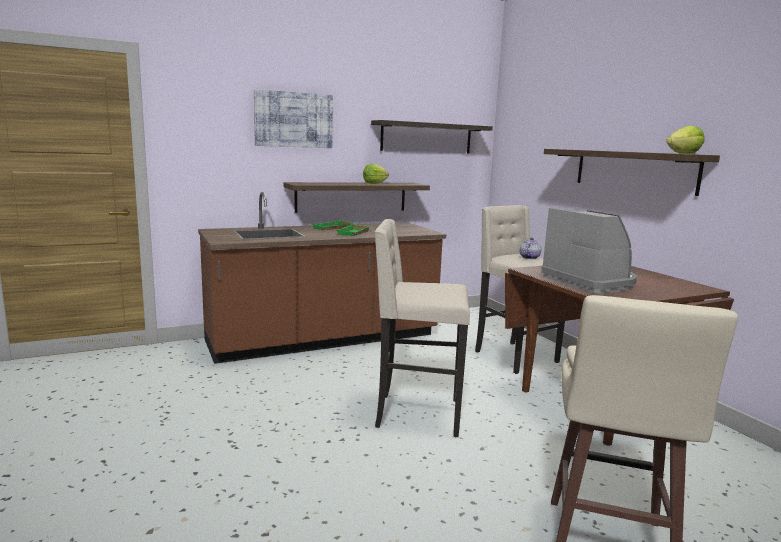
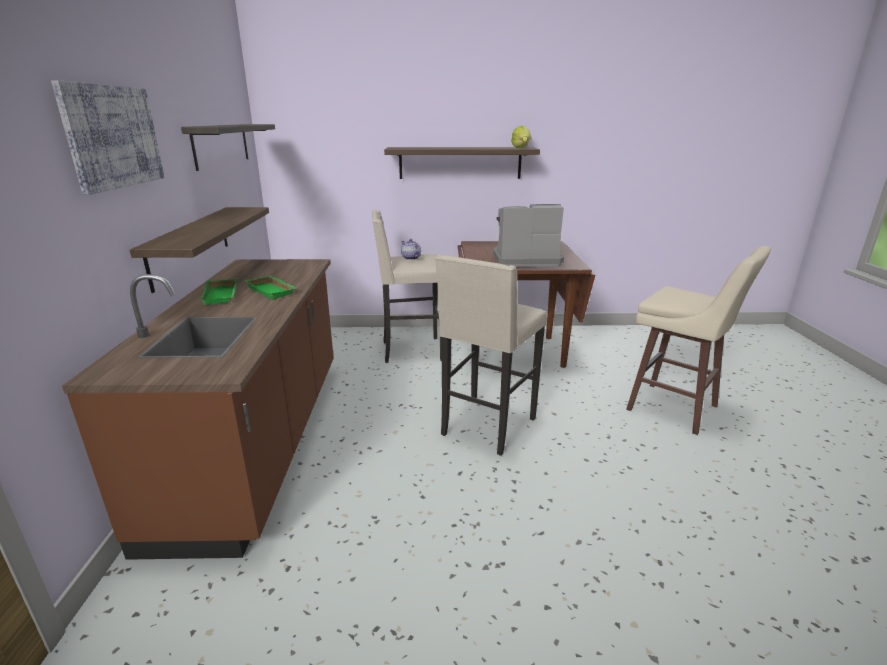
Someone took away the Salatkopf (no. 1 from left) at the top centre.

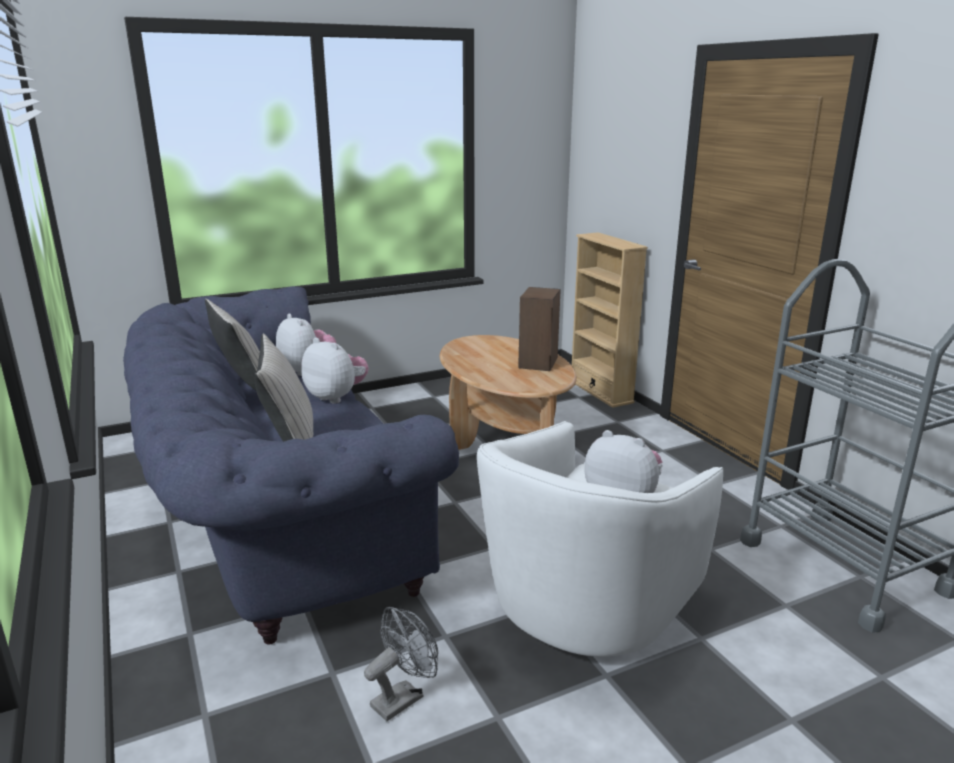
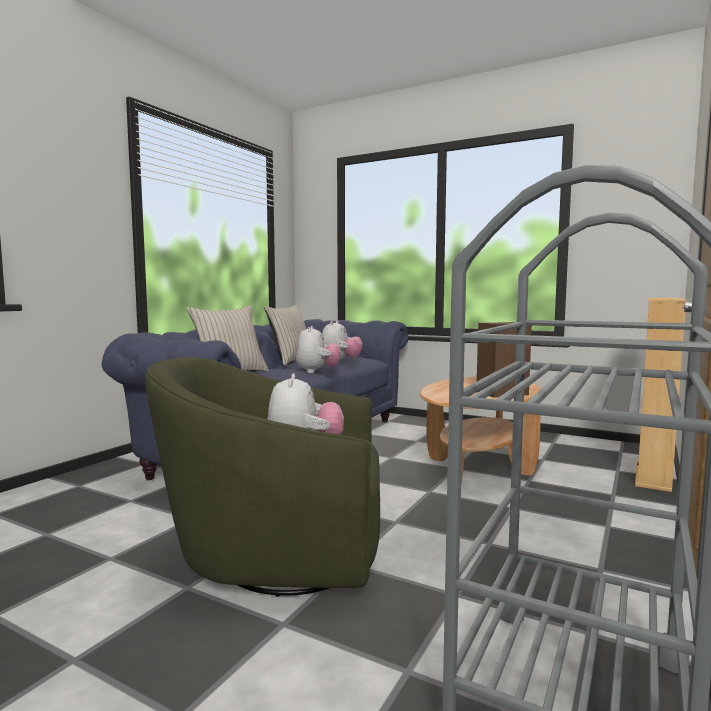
Someone took away the Ventilator (grau) at the bottom centre.
Someone repainted the Sessel (weiß) at the bottom centre, which became the Sessel (grün) at the bottom centre.

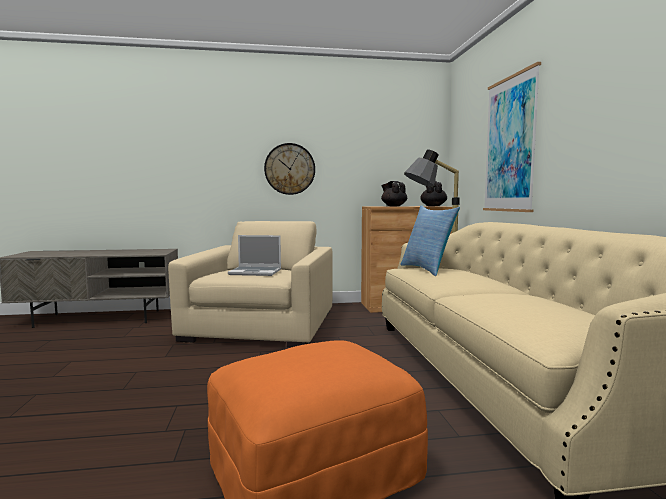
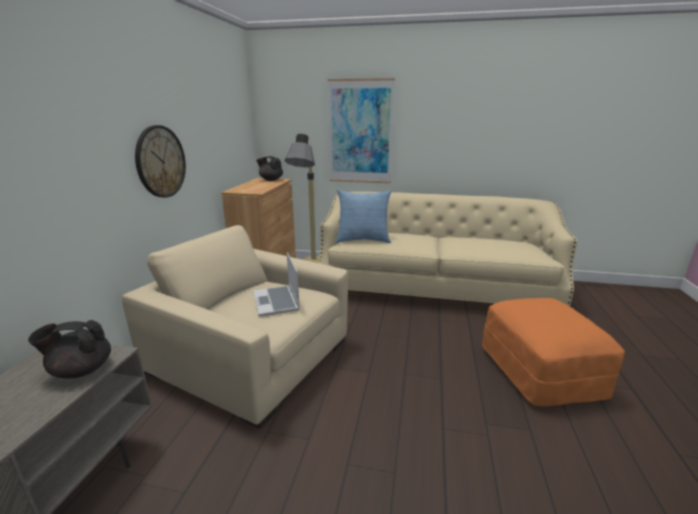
Someone rotated the Laptop at the centre by 135 degrees clockwise.
Someone carried the Teekanne (schwarz) (no. 1 from left) from the centre to the bottom left.

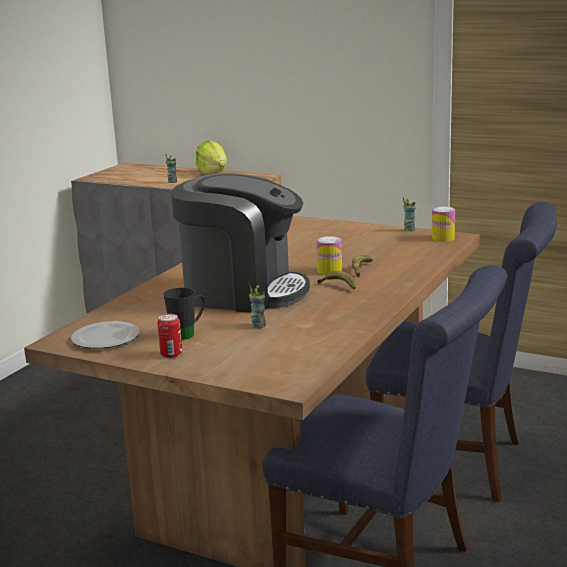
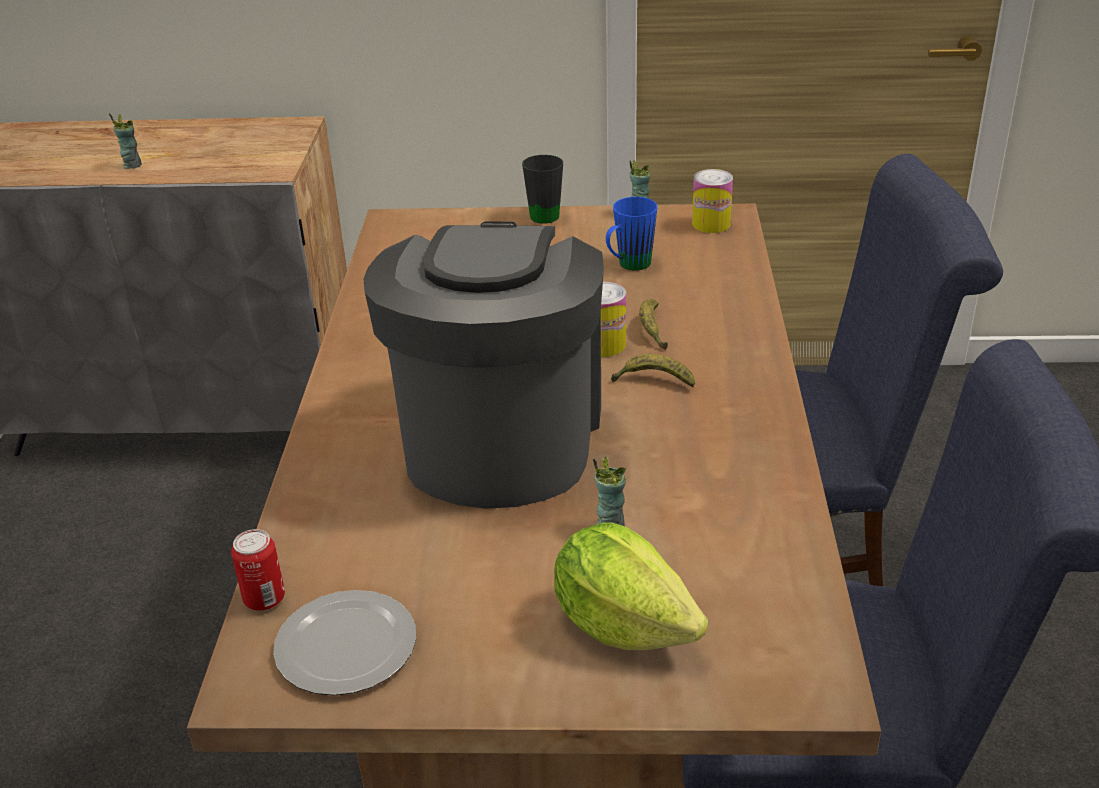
Someone carried the Dose (no. 1 from left) from the middle left to the bottom left.
Someone carried the Henkelbecher (schwarz) from the middle left to the top centre.
Someone rotated the Kaffeemaschine at the centre by 75 degrees counterclockwise.
Someone carried the Salatkopf from the top centre to the bottom centre.
Someone put down the Henkelbecher (blau) at the top centre.

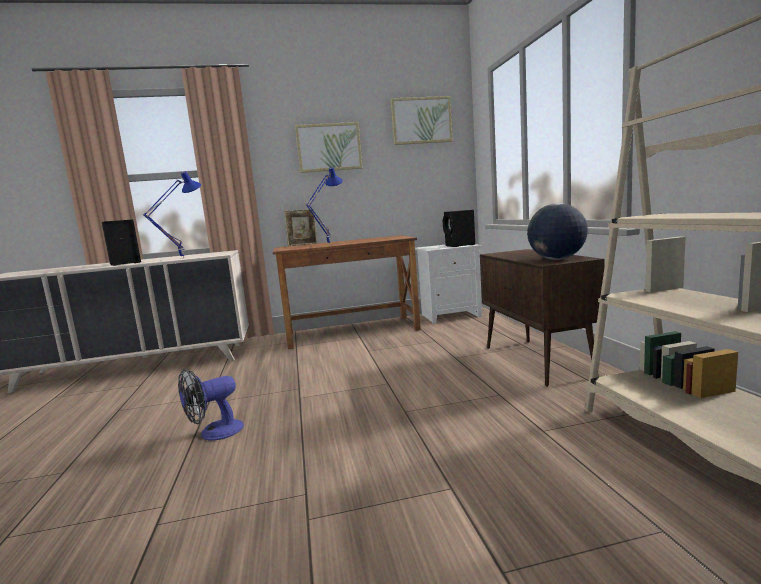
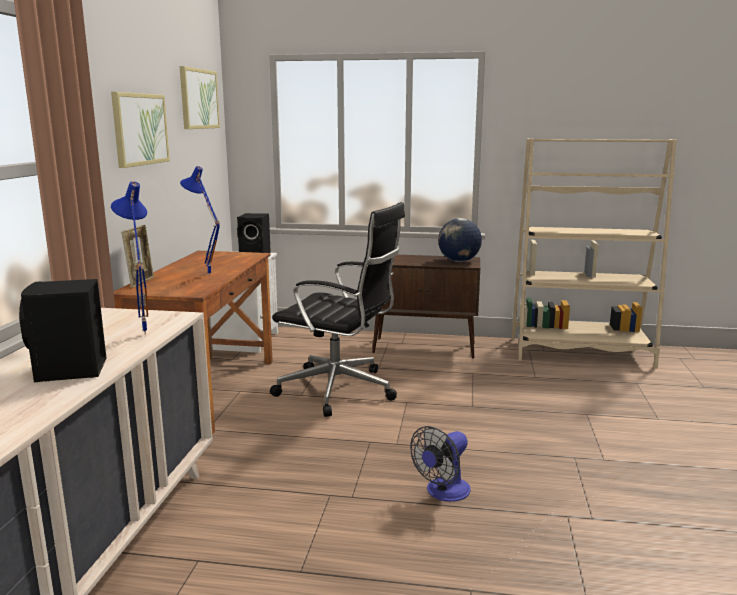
Someone rotated the Ventilator at the bottom left by 60 degrees clockwise.
Someone put down the Bürostuhl (schwarz) at the centre.

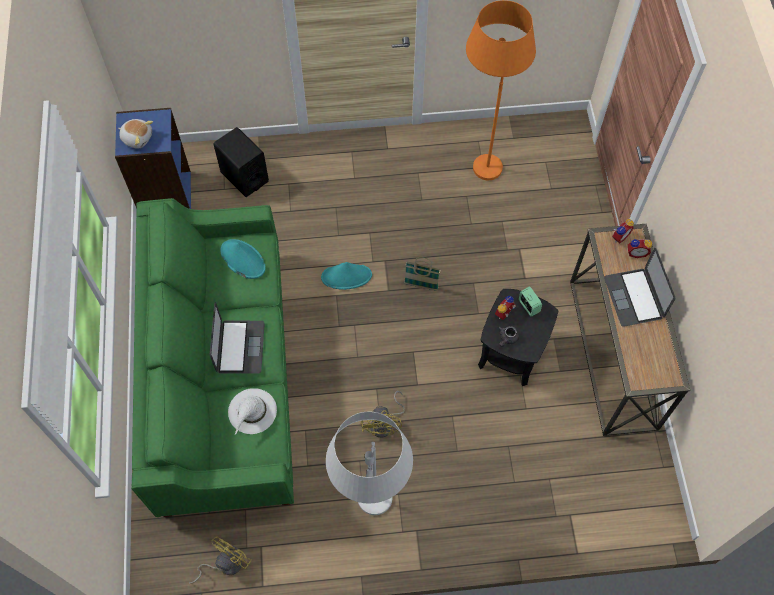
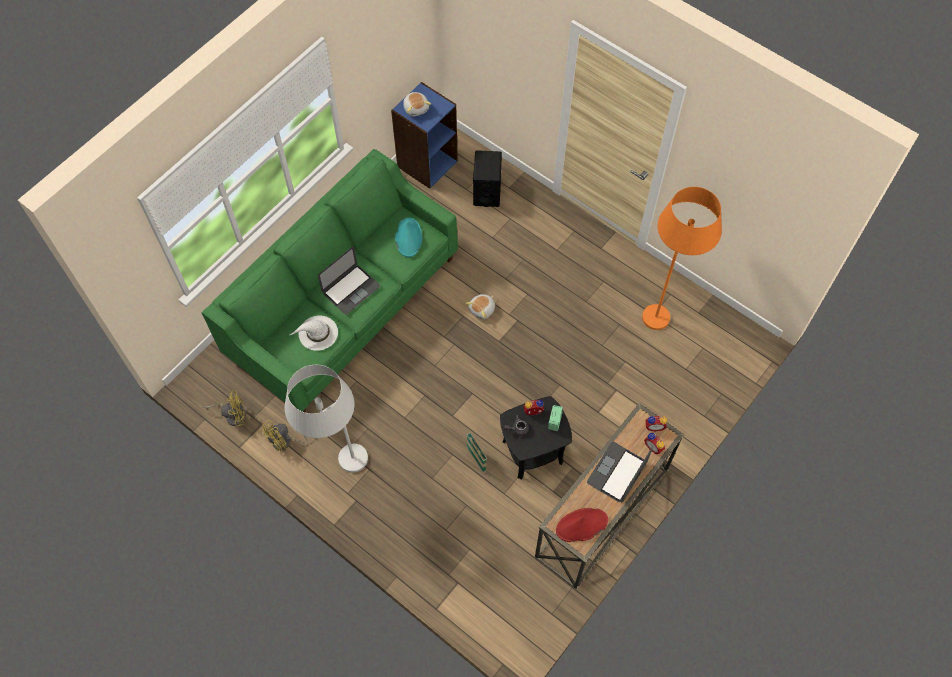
Someone swapped the Hut (türkis) (no. 2 from left) at the centre for the Plüschtier (no. 2 from left) at the centre.
Someone carried the Ventilator (gelb) (no. 2 from left) from the bottom centre to the middle left.
Someone carried the Korb from the centre to the bottom centre.
Someone put down the Hut (rot) at the bottom centre.

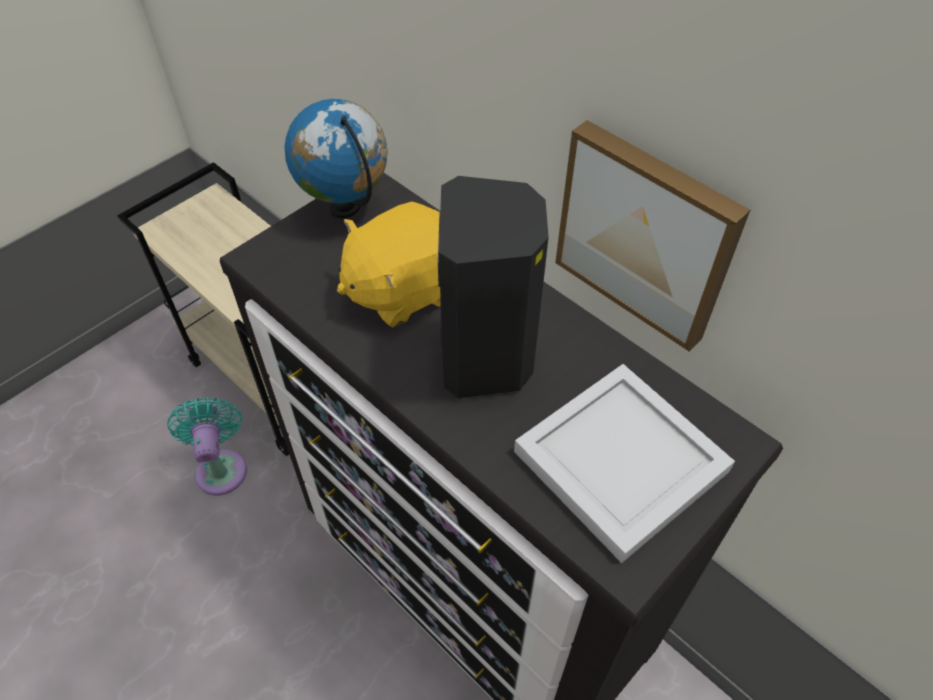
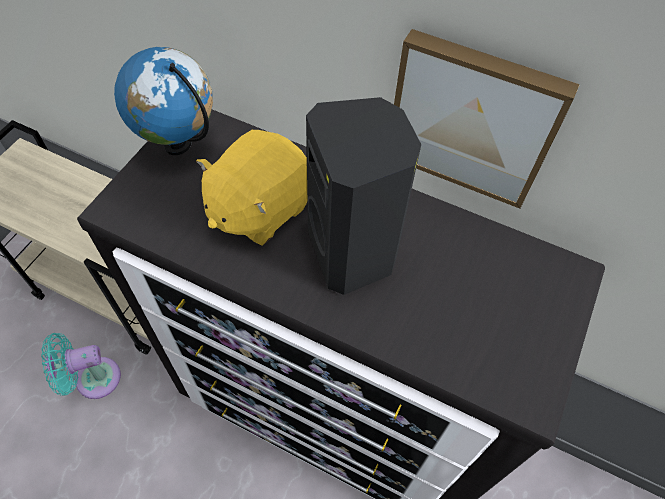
Someone rotated the Ventilator (türkis) at the middle left by 75 degrees counterclockwise.
Someone took away the Tablett (weiß) at the middle right.

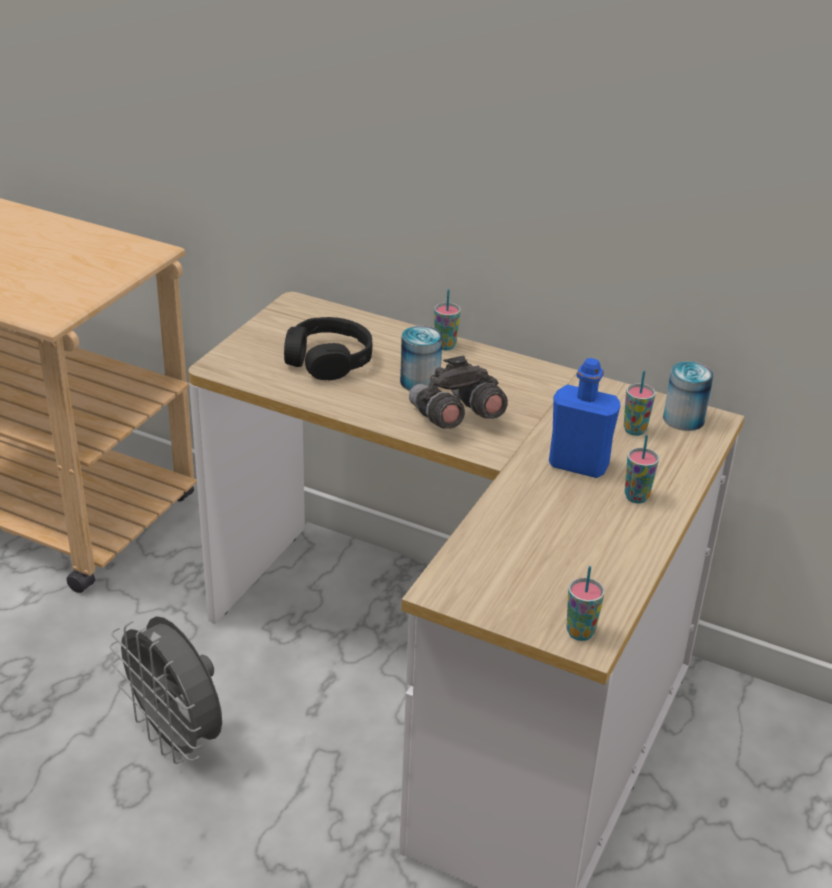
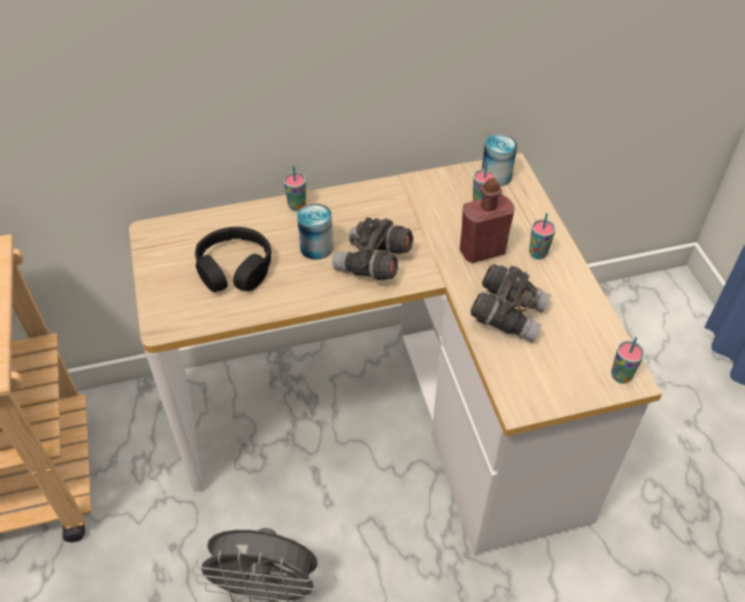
Someone repainted the Flasche (blau) at the middle right, which became the Flasche (rot) at the centre.
Someone put down the Fernglas (grau) (no. 2 from left) at the middle right.

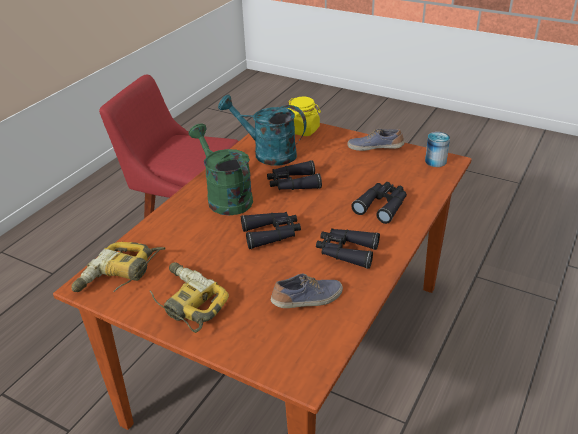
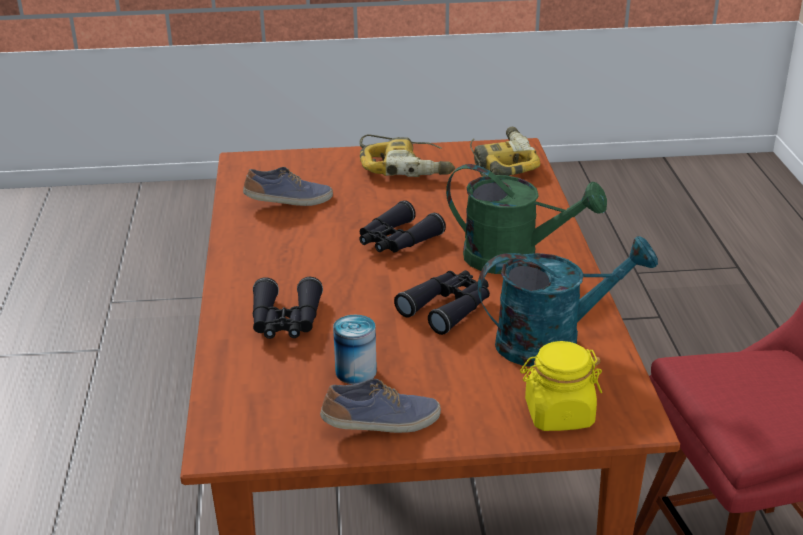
Someone rotated the Schuh (no. 1 from left) at the bottom centre by 135 degrees counterclockwise.
Someone took away the Fernglas (schwarz) (no. 3 from left) at the centre.
Someone carried the Dose from the middle right to the centre.

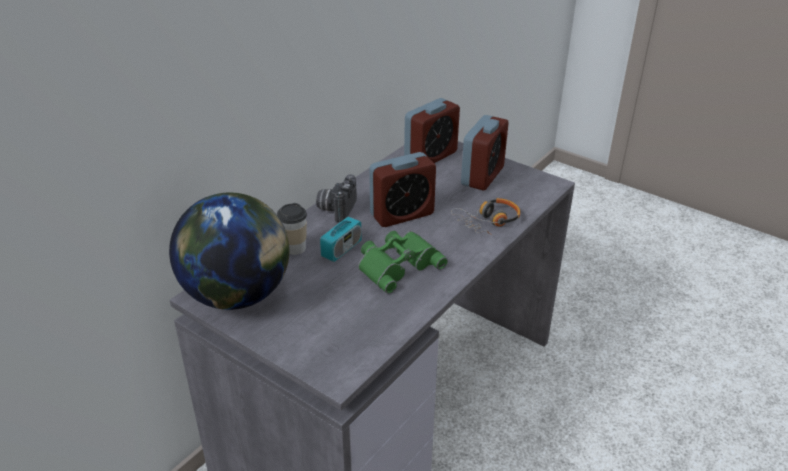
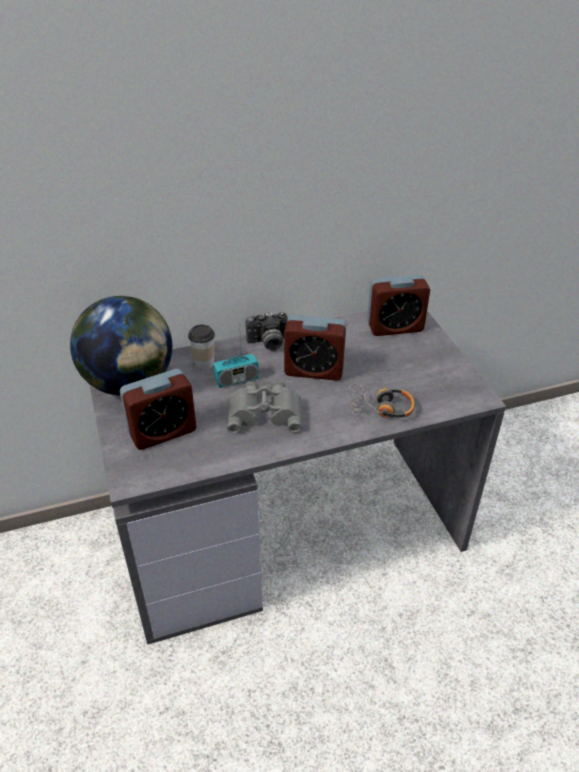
Someone rotated the Kamera at the centre by 150 degrees counterclockwise.
Someone repainted the Fernglas (grün) at the centre, which became the Fernglas (grau) at the centre.
Someone carried the Wecker (no. 3 from left in the first image) from the top centre to the middle left.

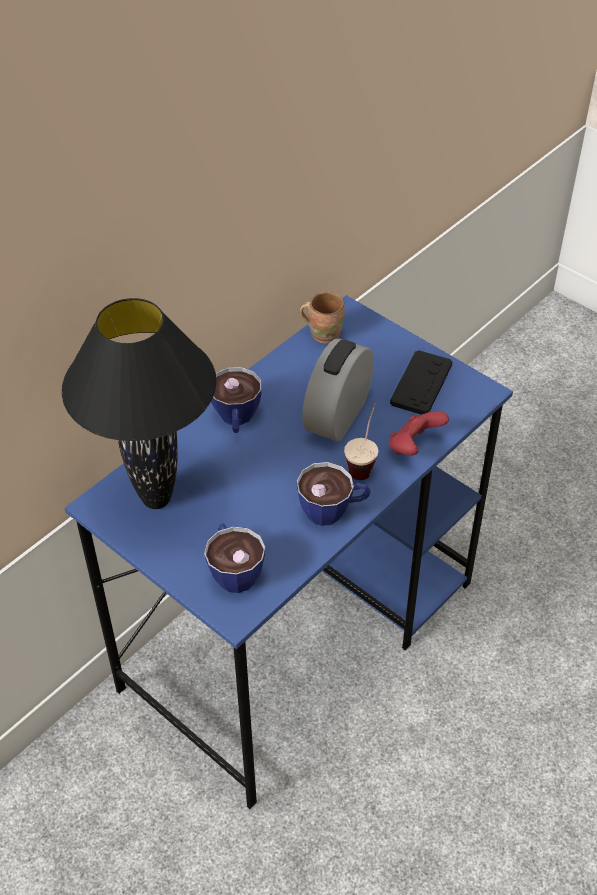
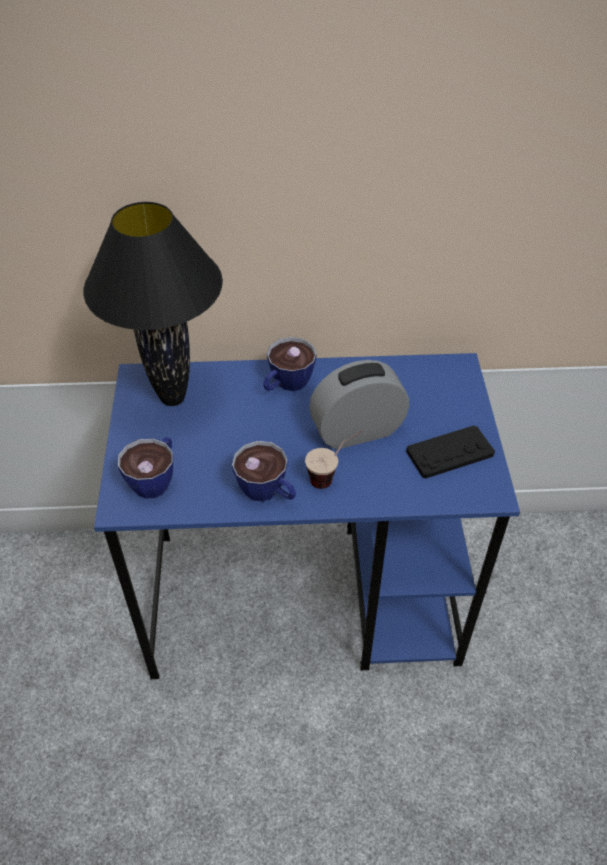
Someone took away the Henkelbecher (braun) at the centre.
Someone took away the Gamepad (rot) at the middle right.

